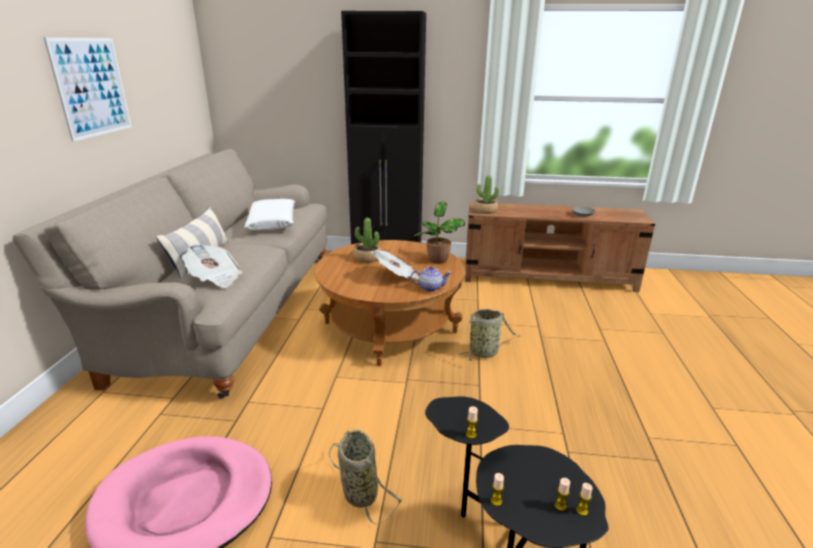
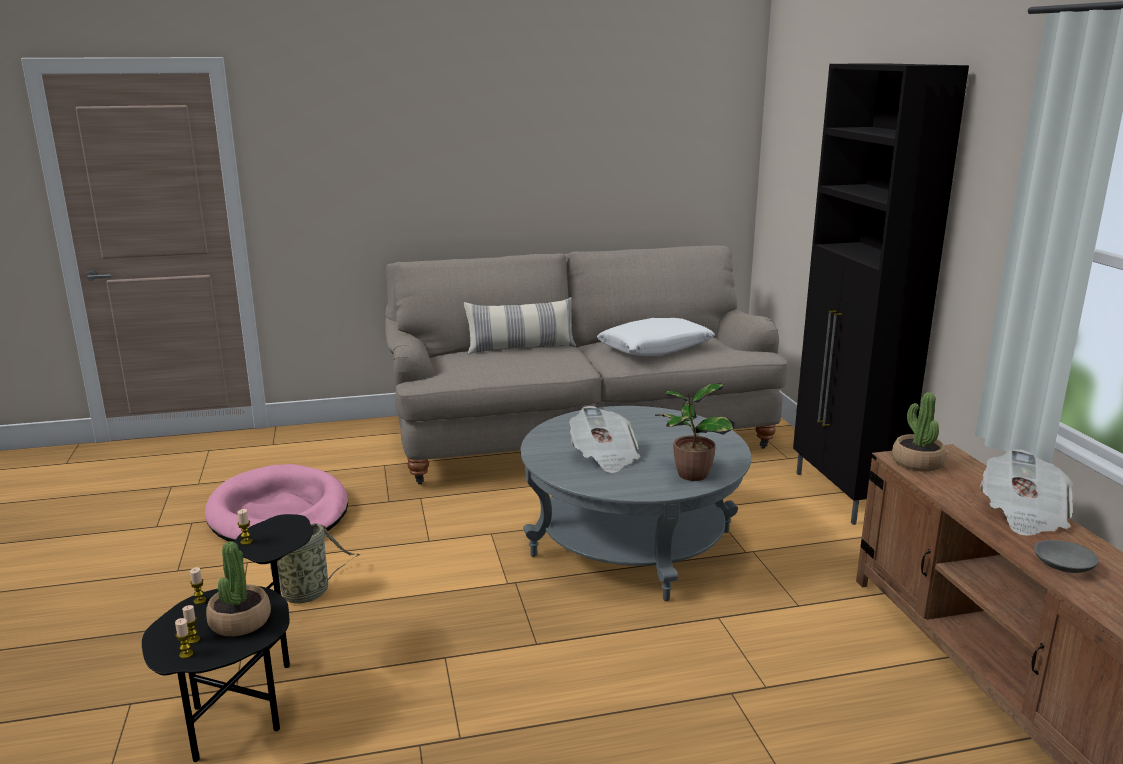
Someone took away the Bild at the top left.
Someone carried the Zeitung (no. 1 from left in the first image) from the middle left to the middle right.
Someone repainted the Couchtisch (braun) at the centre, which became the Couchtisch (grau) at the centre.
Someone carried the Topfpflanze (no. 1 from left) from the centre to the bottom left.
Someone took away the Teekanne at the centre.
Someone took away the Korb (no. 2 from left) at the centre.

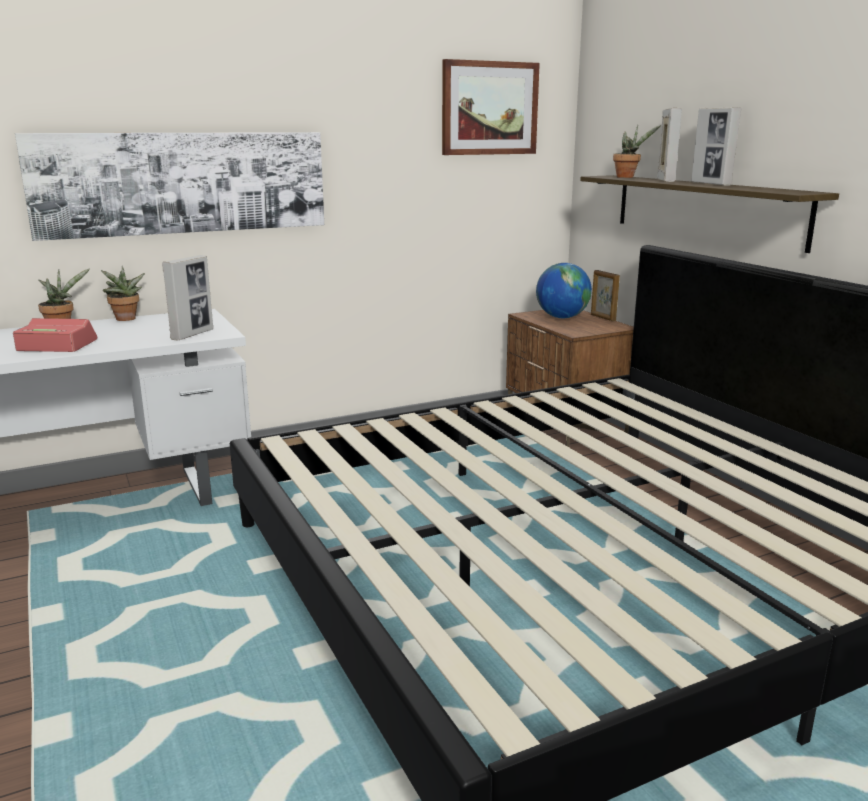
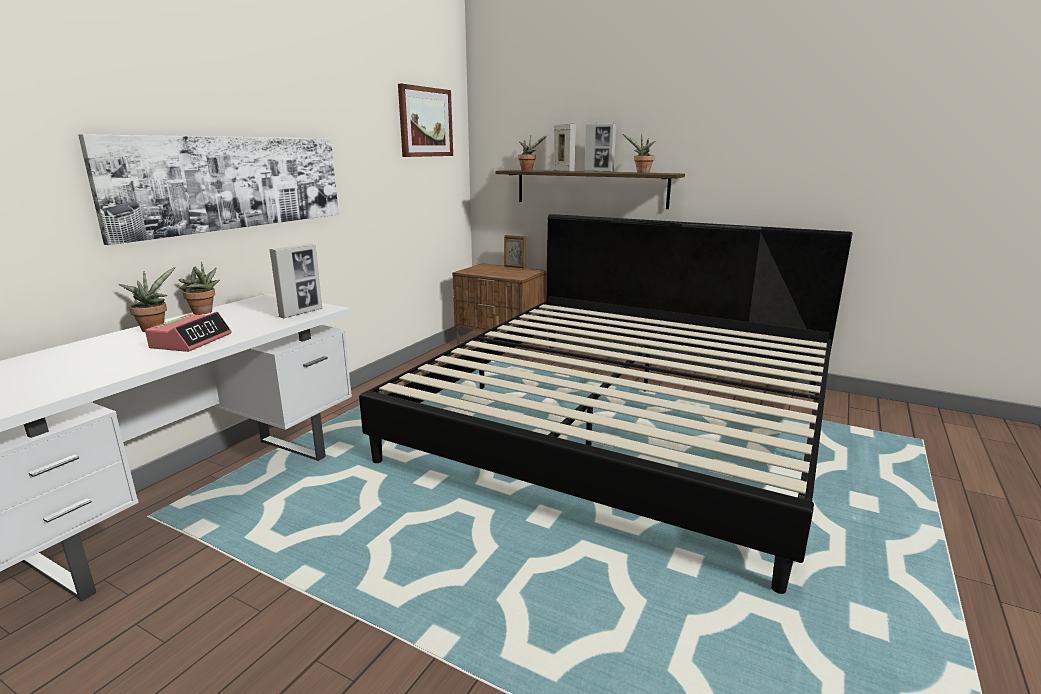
Someone rotated the Wecker at the middle left by 135 degrees clockwise.
Someone rotated the Bilderrahmen (no. 1 from left) at the middle left by 45 degrees clockwise.
Someone took away the Globus at the centre.
Someone put down the Topfpflanze (no. 4 from left) at the top centre.

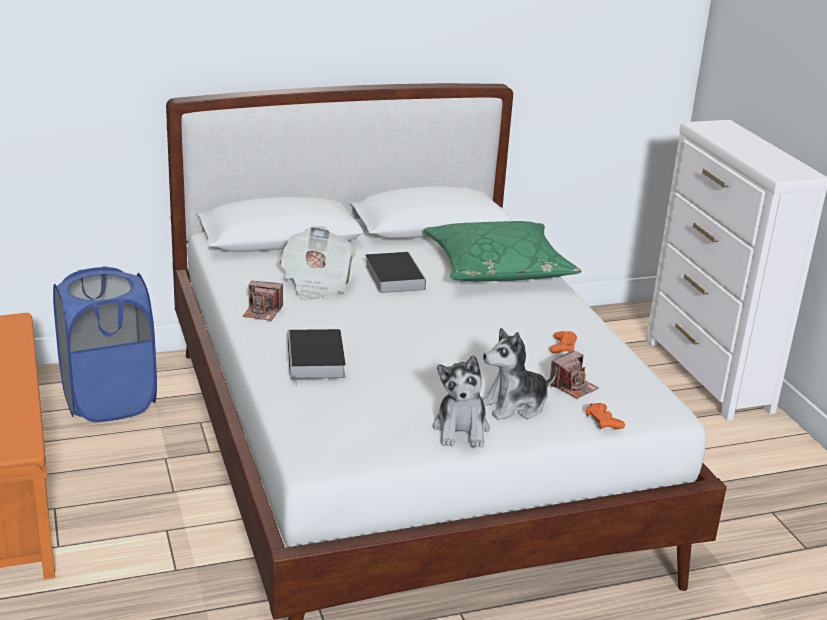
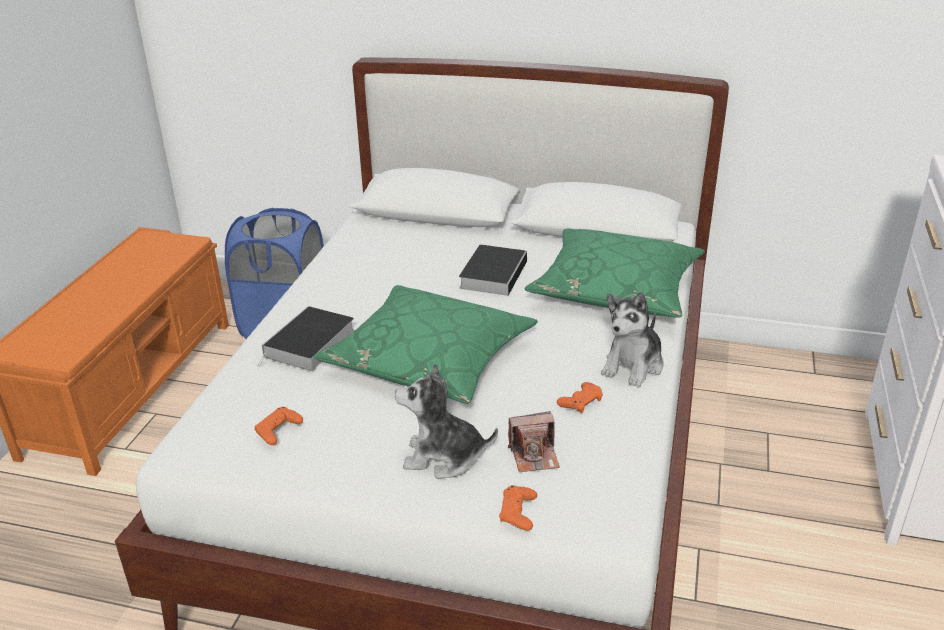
Someone took away the Kamera (no. 1 from left) at the middle left.
Someone took away the Zeitung at the centre.
Someone carried the Plüschtier (no. 1 from left in the first image) from the centre to the middle right.
Someone put down the Gamepad (orange) (no. 1 from left) at the bottom left.
Someone put down the Kissen (grün) (no. 1 from left) at the centre.

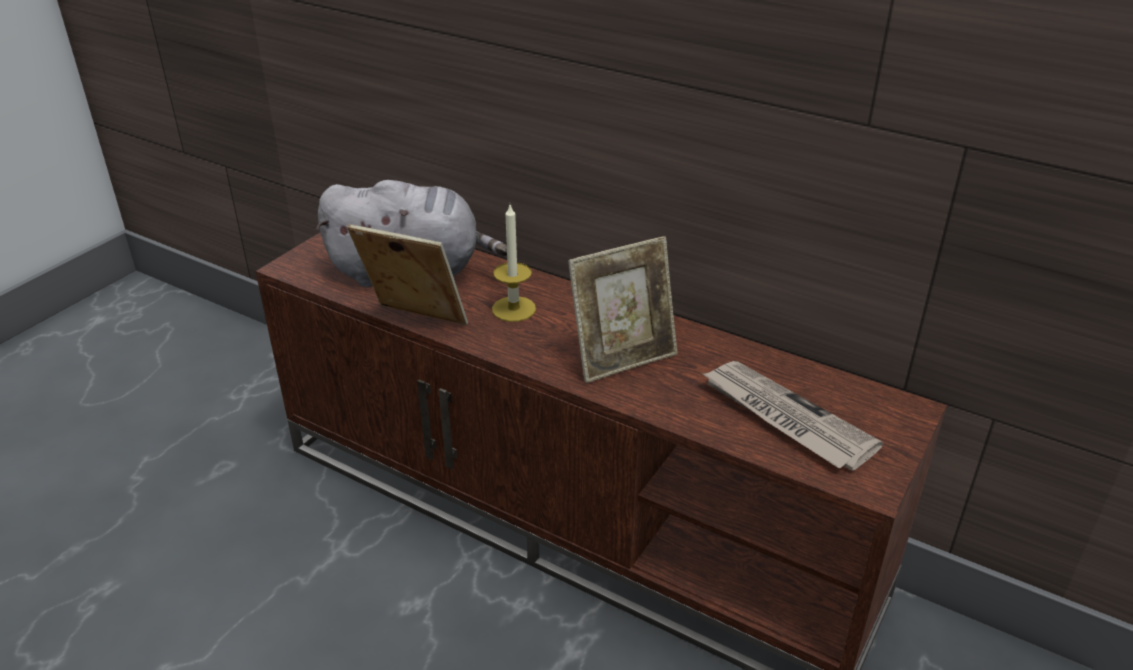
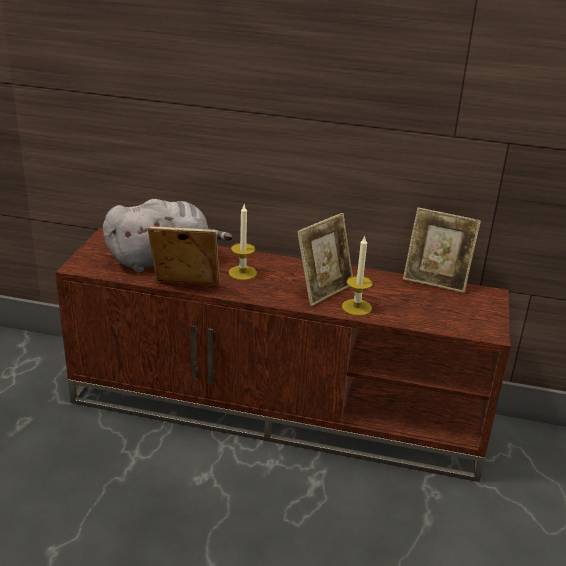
Someone took away the Zeitung at the middle right.
Someone put down the Kerze (no. 2 from left) at the centre.
Someone put down the Bilderrahmen (no. 3 from left) at the middle right.

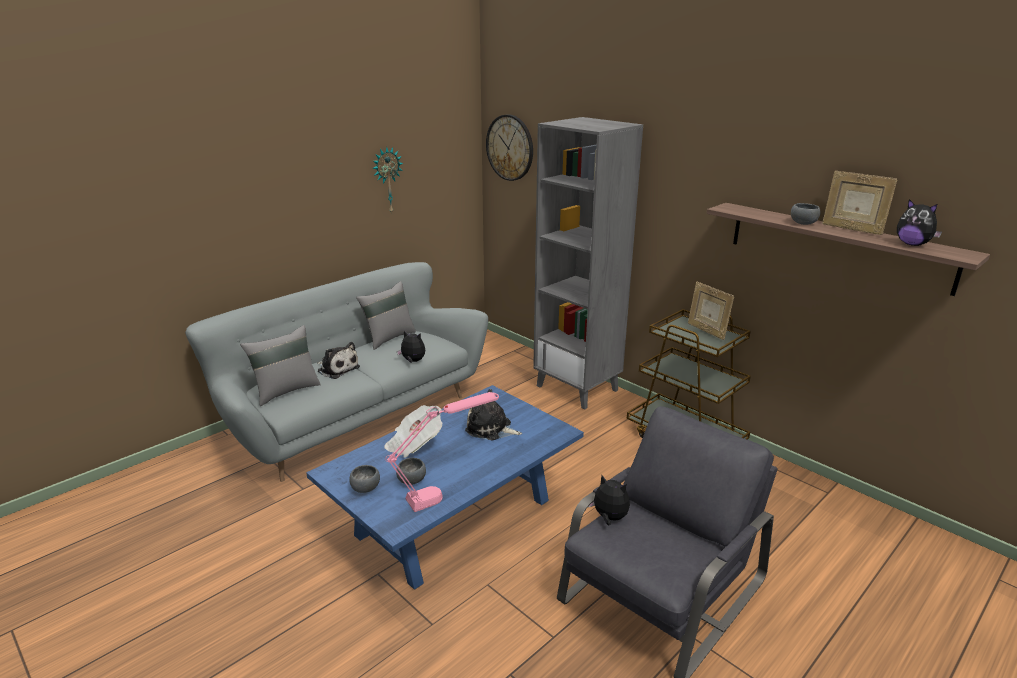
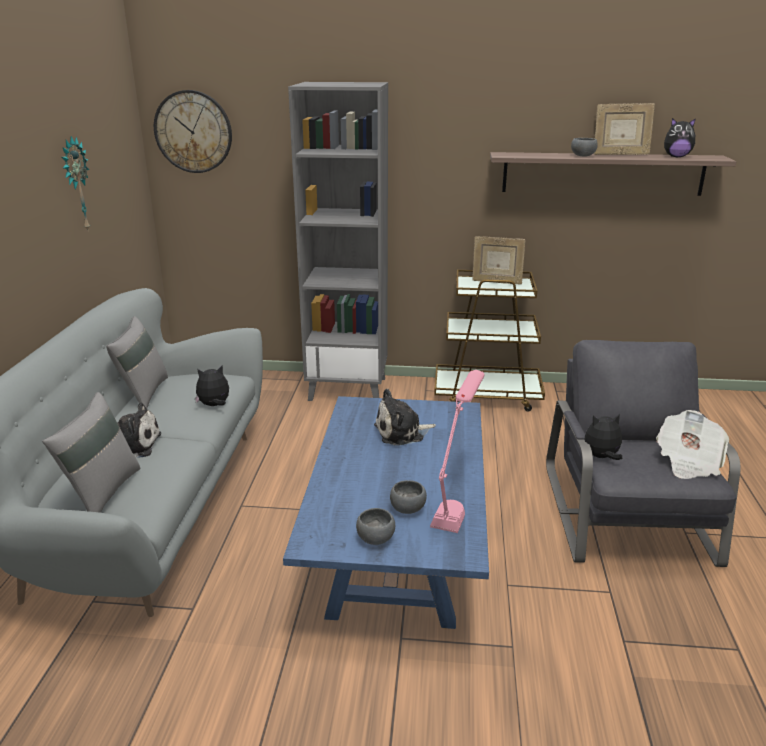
Someone carried the Zeitung from the centre to the middle right.

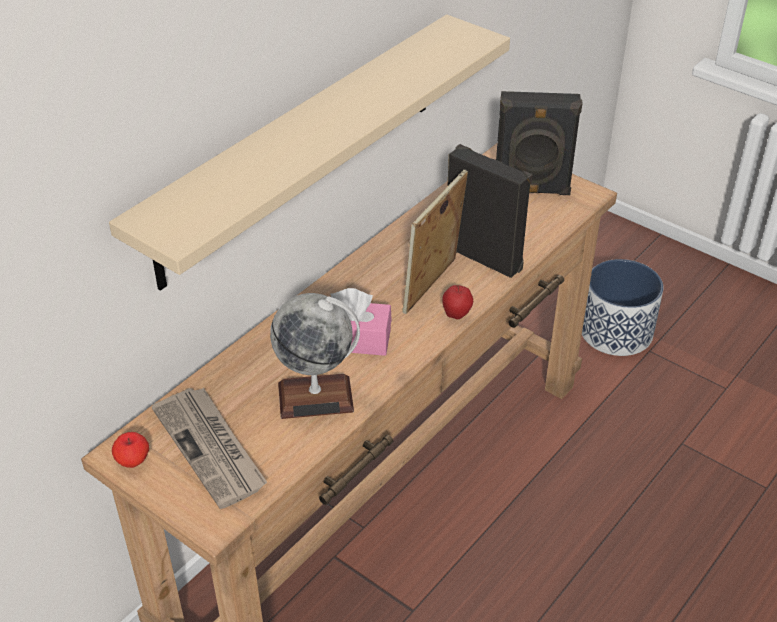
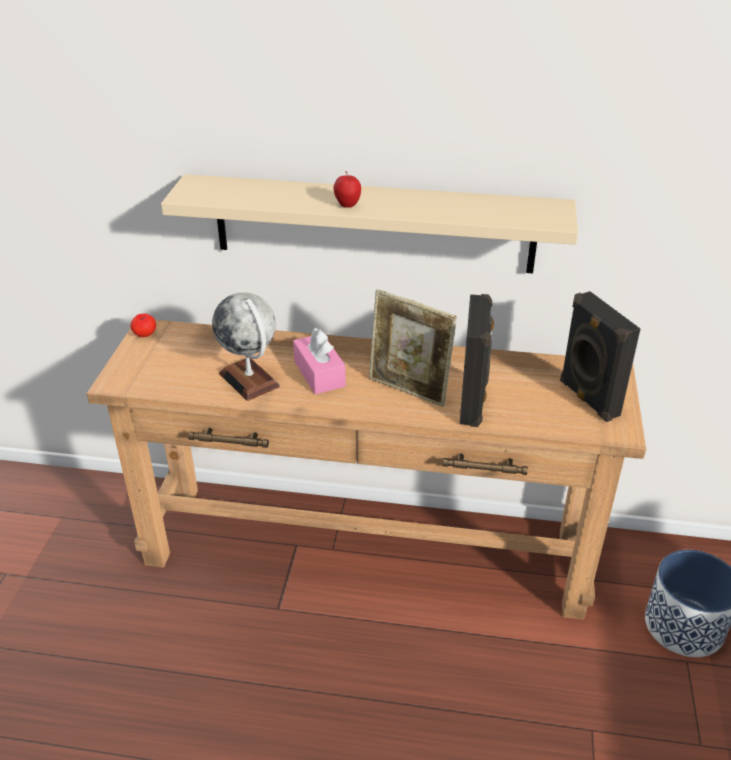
Someone took away the Zeitung at the bottom left.
Someone rotated the Bilderrahmen at the centre by 150 degrees counterclockwise.
Someone carried the Apfel (no. 2 from left) from the centre to the top centre.

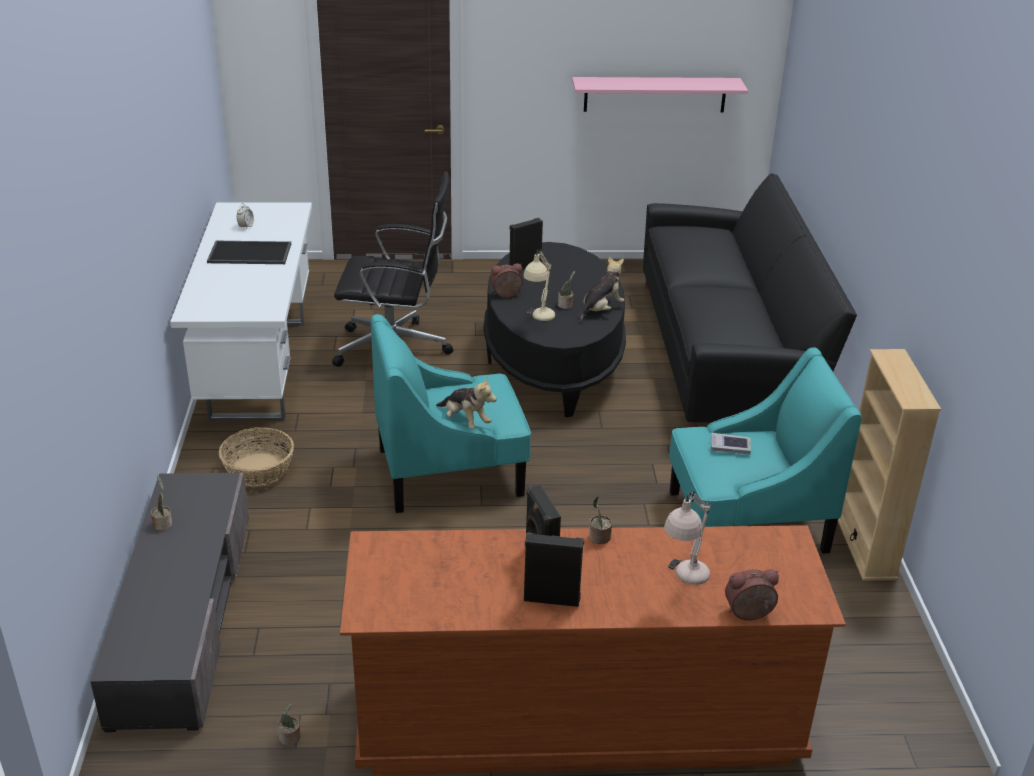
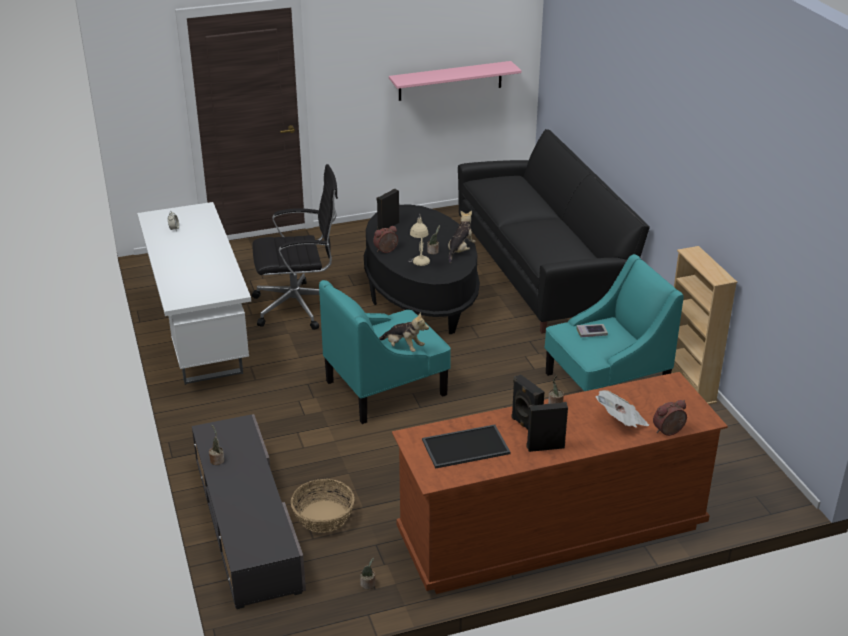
Someone carried the Tablett from the top left to the bottom centre.
Someone carried the Korb from the middle left to the bottom centre.
Someone swapped the Tischlampe (beige) (no. 2 from left) at the bottom centre for the Zeitung at the middle right.

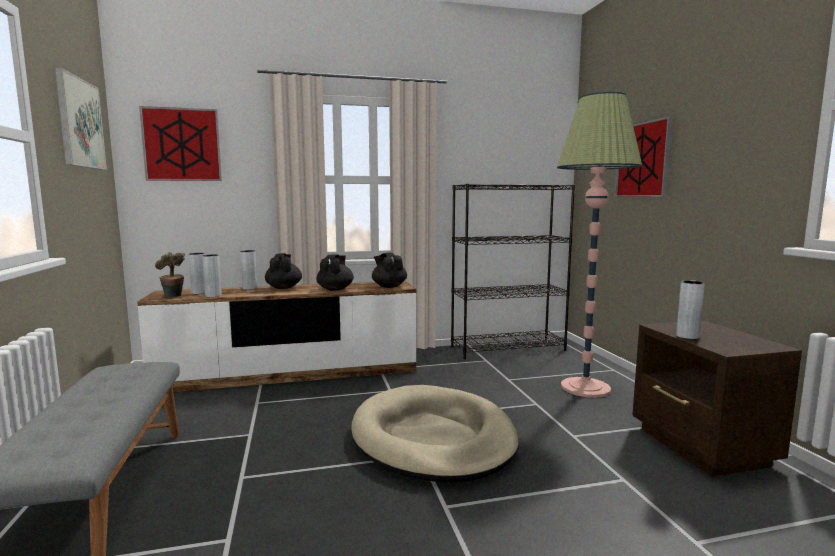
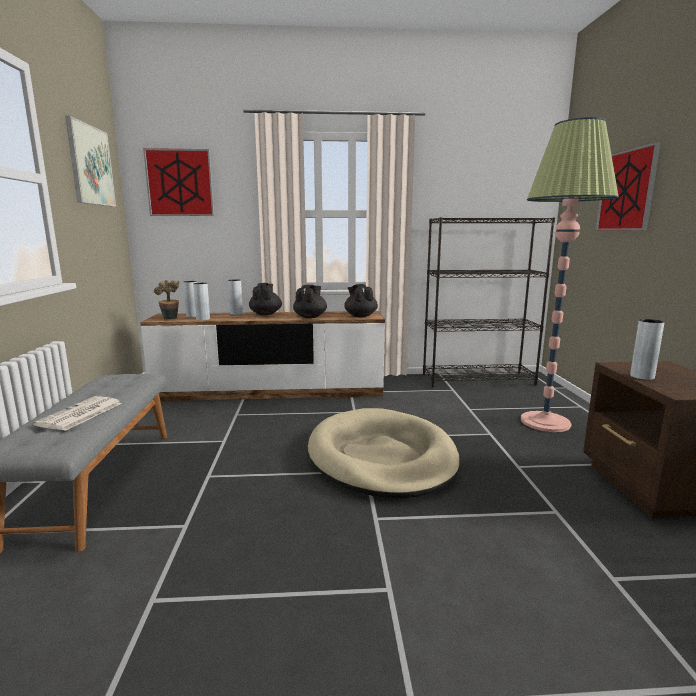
Someone put down the Zeitung at the middle left.

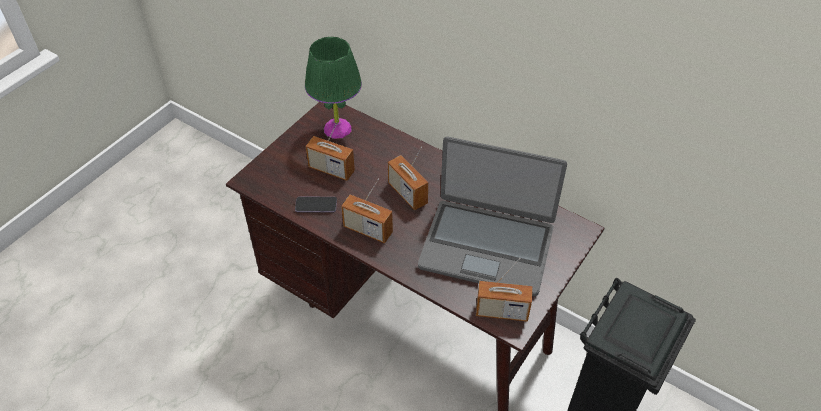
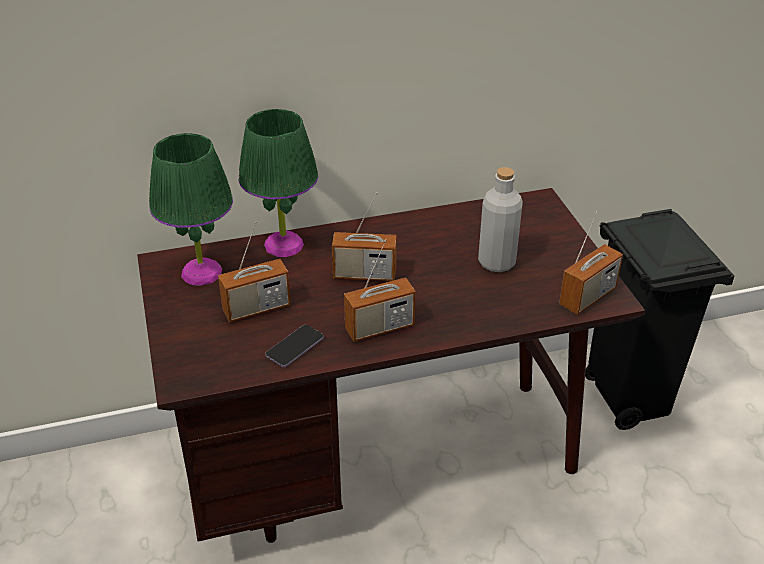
Someone swapped the Laptop at the centre for the Flasche (grau) at the centre.
Someone put down the Tischlampe (grün) (no. 2 from left) at the top centre.

